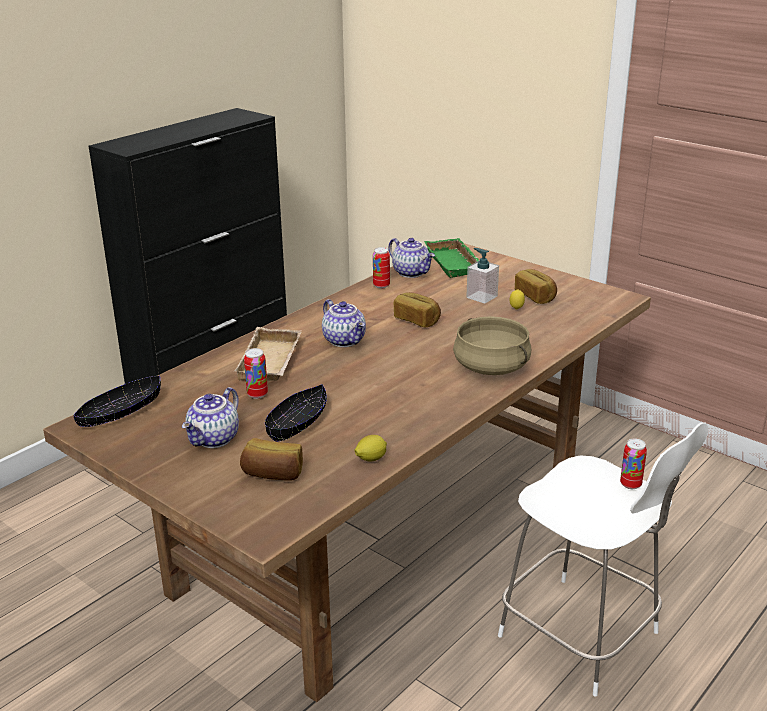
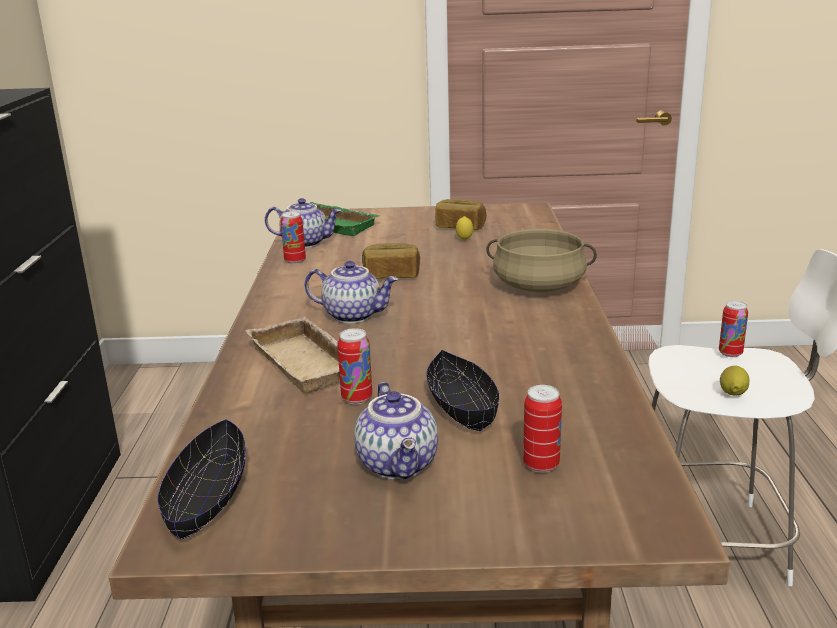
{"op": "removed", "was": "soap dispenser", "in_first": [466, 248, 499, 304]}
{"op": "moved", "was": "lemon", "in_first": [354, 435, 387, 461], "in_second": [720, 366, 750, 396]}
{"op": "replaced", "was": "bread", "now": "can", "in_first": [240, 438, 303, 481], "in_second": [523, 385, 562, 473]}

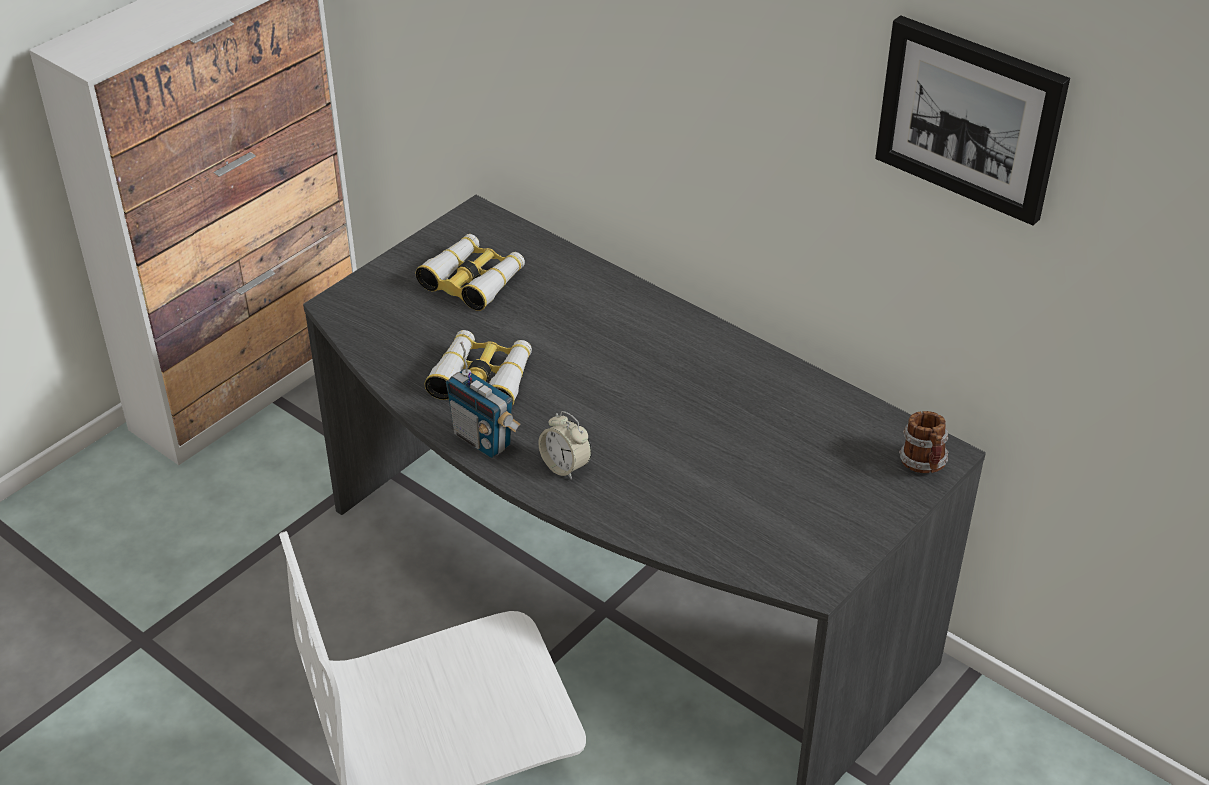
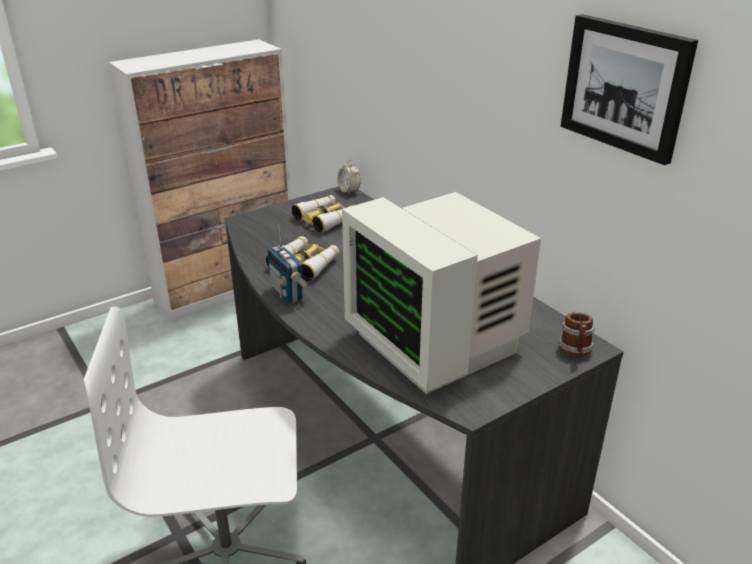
{"op": "added", "now": "monitor", "in_second": [342, 192, 541, 394]}
{"op": "moved", "was": "alarm clock", "in_first": [538, 411, 592, 480], "in_second": [338, 160, 361, 195]}

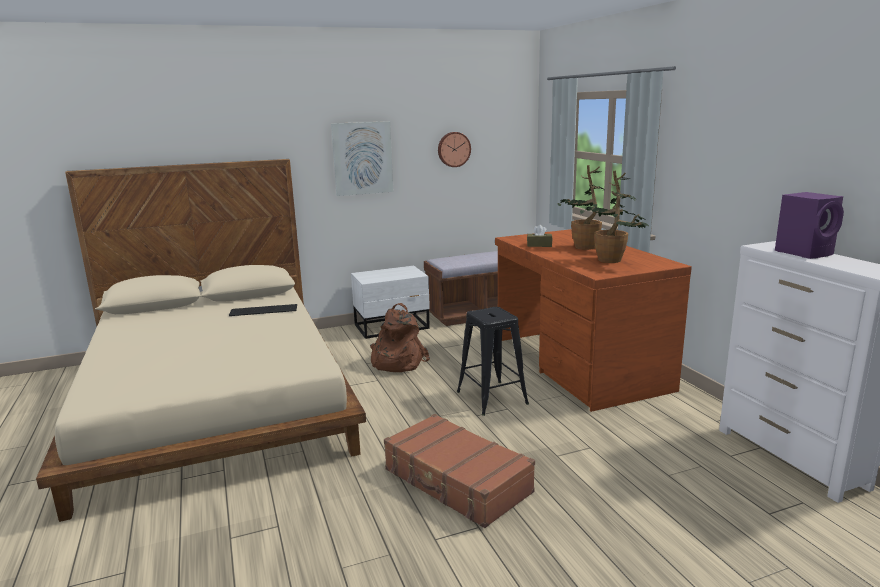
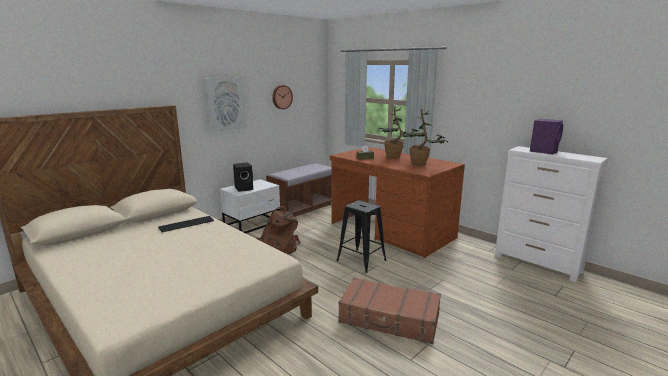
{"op": "added", "now": "speaker (black)", "in_second": [233, 162, 253, 192]}

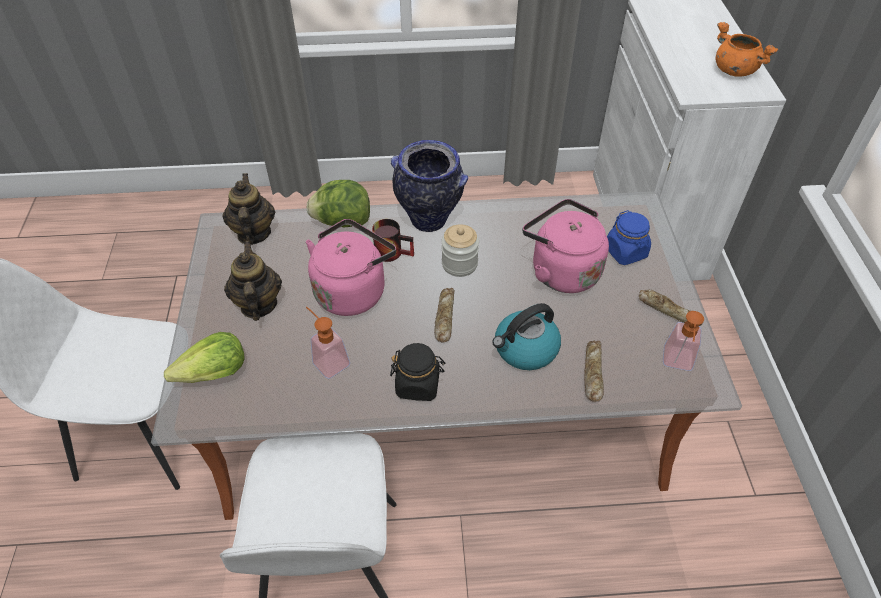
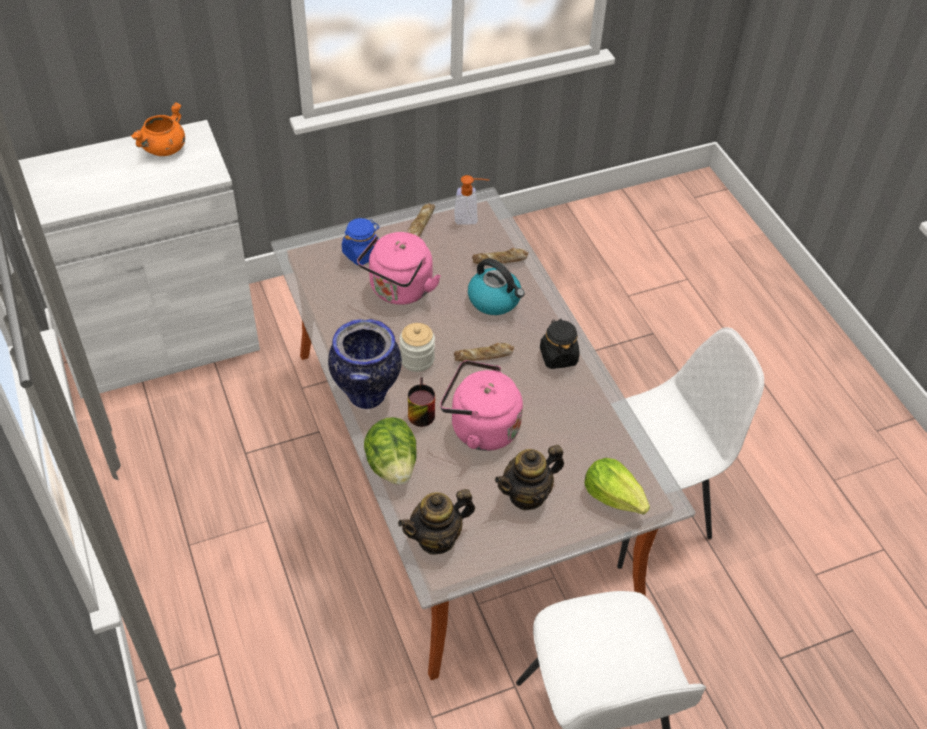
{"op": "removed", "was": "soap dispenser", "in_first": [306, 307, 350, 379]}

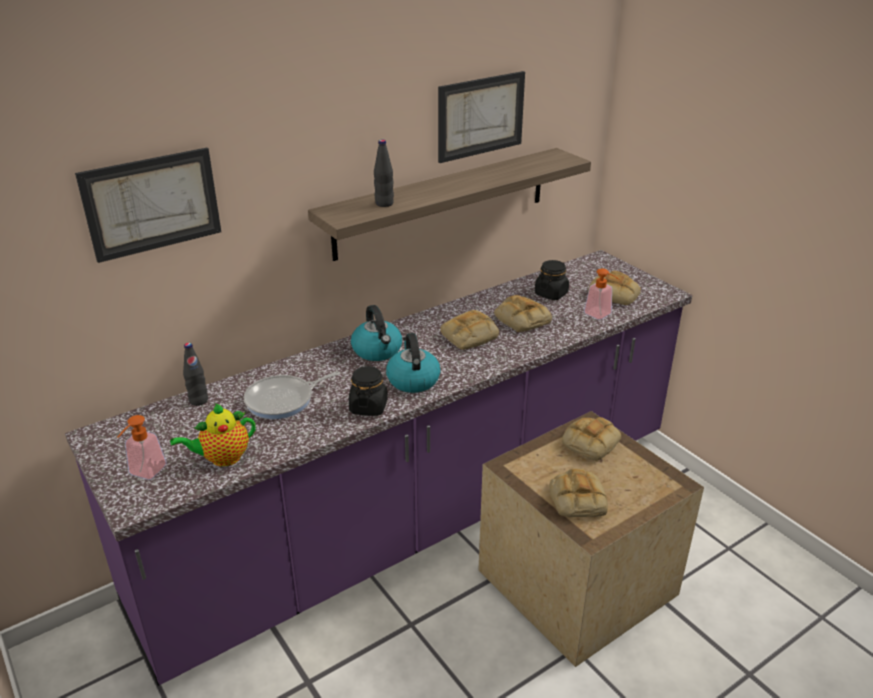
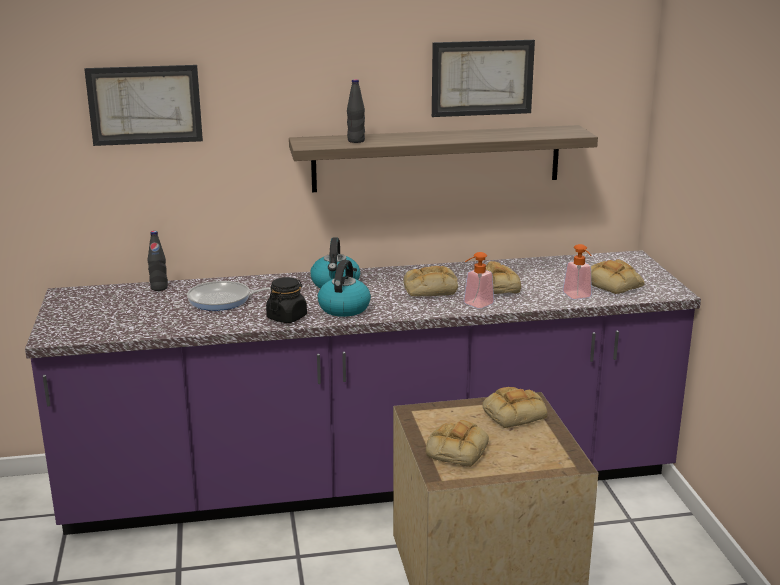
{"op": "removed", "was": "teapot", "in_first": [170, 404, 256, 467]}
{"op": "removed", "was": "jar (black)", "in_first": [535, 260, 569, 300]}
{"op": "moved", "was": "soap dispenser", "in_first": [118, 415, 167, 480], "in_second": [464, 252, 494, 309]}

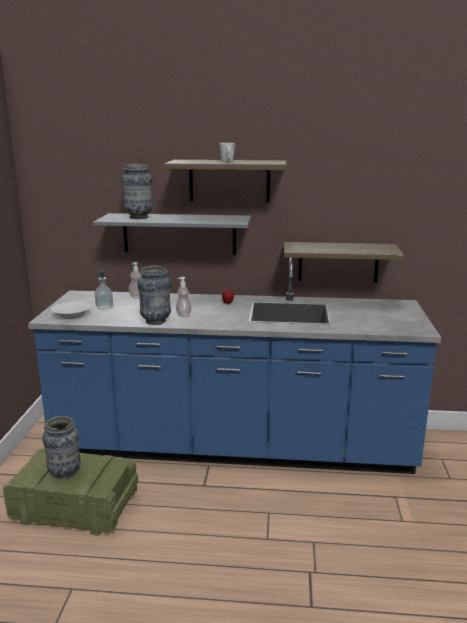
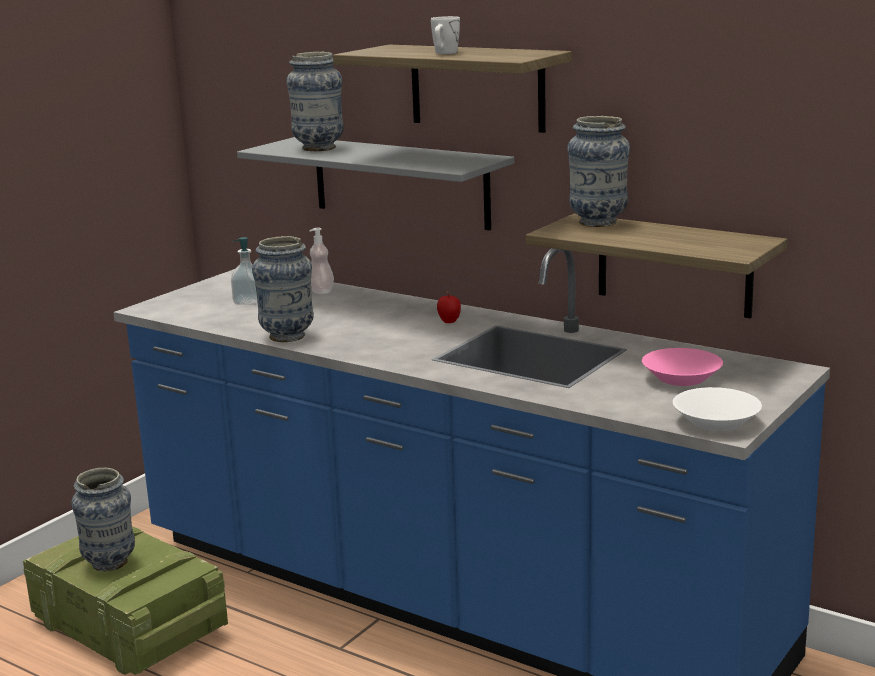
{"op": "removed", "was": "soap dispenser", "in_first": [176, 277, 191, 317]}
{"op": "added", "now": "vase", "in_second": [567, 116, 630, 227]}
{"op": "added", "now": "bowl (pink)", "in_second": [642, 348, 723, 386]}
{"op": "moved", "was": "bowl (white)", "in_first": [51, 302, 91, 319], "in_second": [673, 387, 762, 431]}

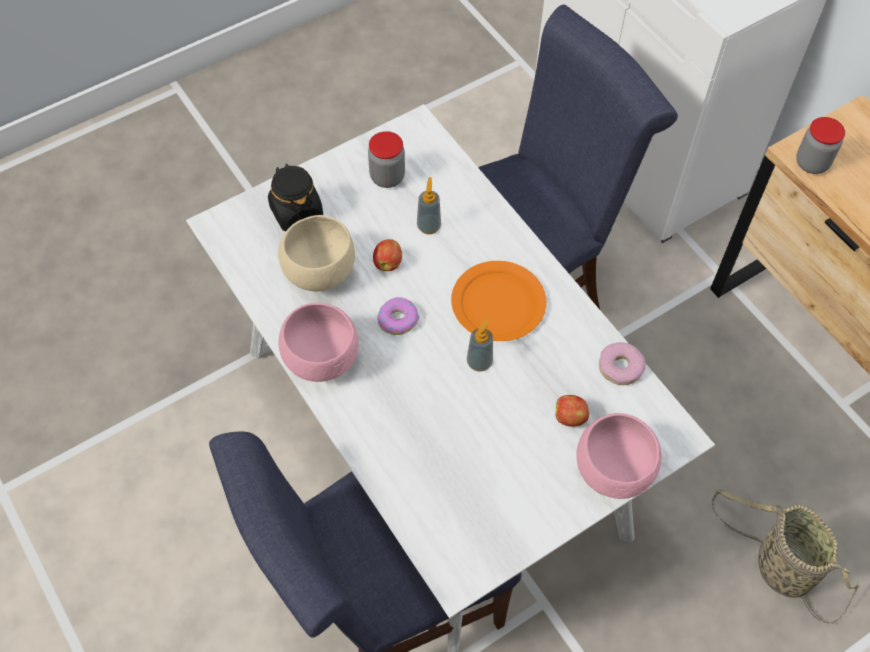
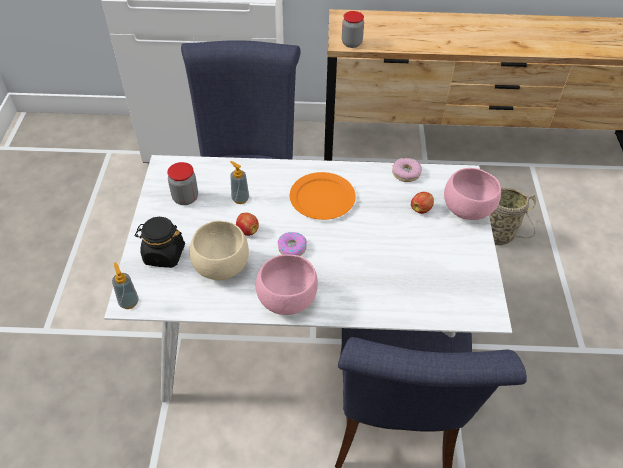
{"op": "moved", "was": "soap dispenser", "in_first": [467, 317, 493, 372], "in_second": [112, 262, 139, 309]}

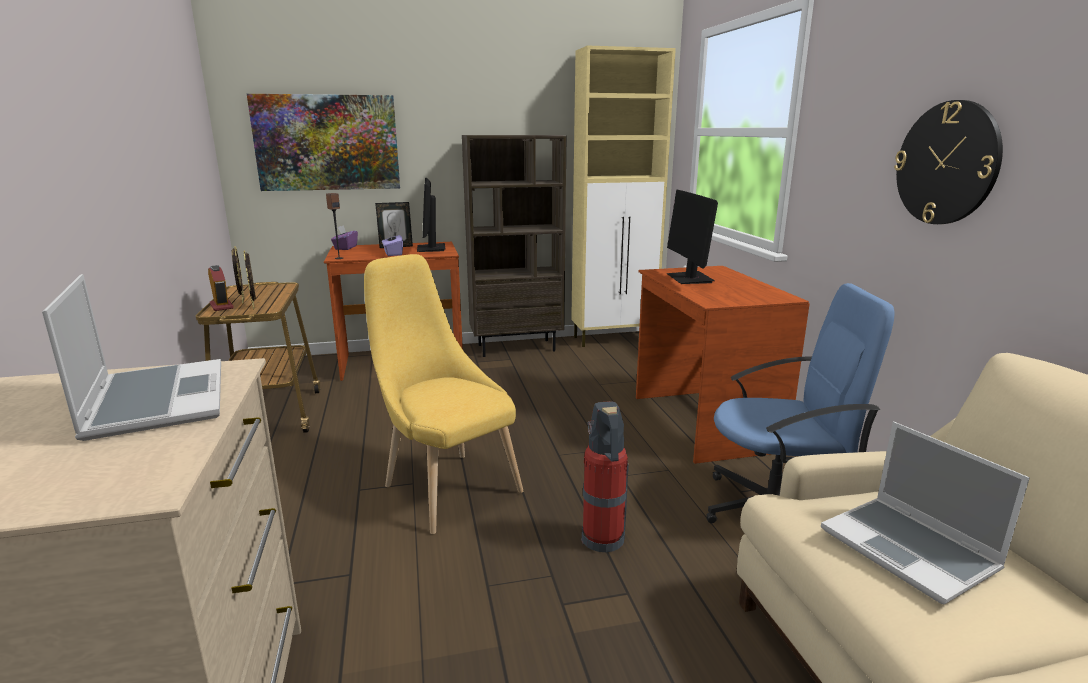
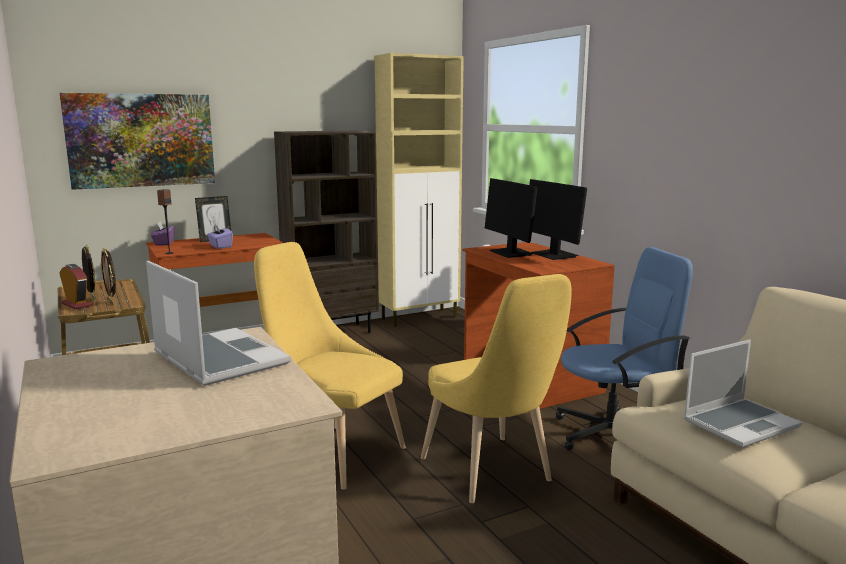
{"op": "removed", "was": "wall clock", "in_first": [894, 100, 1003, 224]}
{"op": "moved", "was": "monitor", "in_first": [417, 178, 445, 252], "in_second": [529, 179, 587, 260]}
{"op": "replaced", "was": "fire extinguisher", "now": "chair (yellow)", "in_first": [581, 401, 629, 552], "in_second": [421, 274, 572, 503]}
{"op": "turned", "was": "laptop", "in_first": [821, 421, 1030, 605], "in_second": [684, 339, 802, 448], "clockwise": -75}

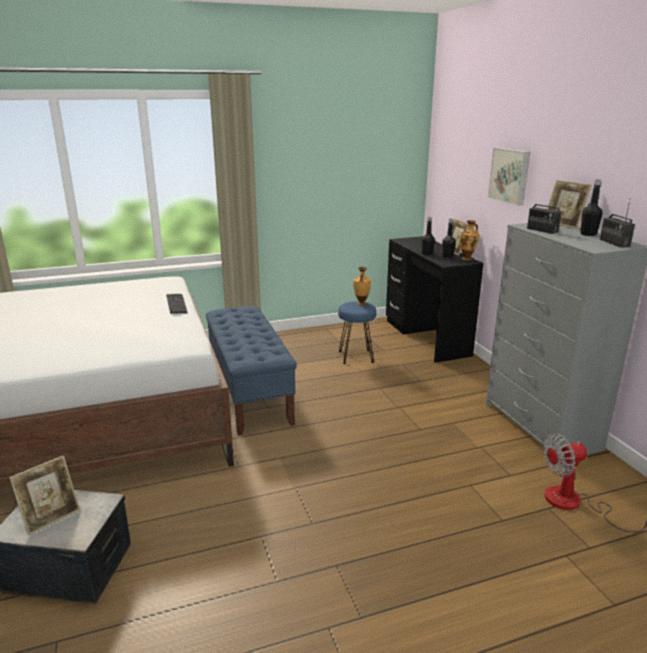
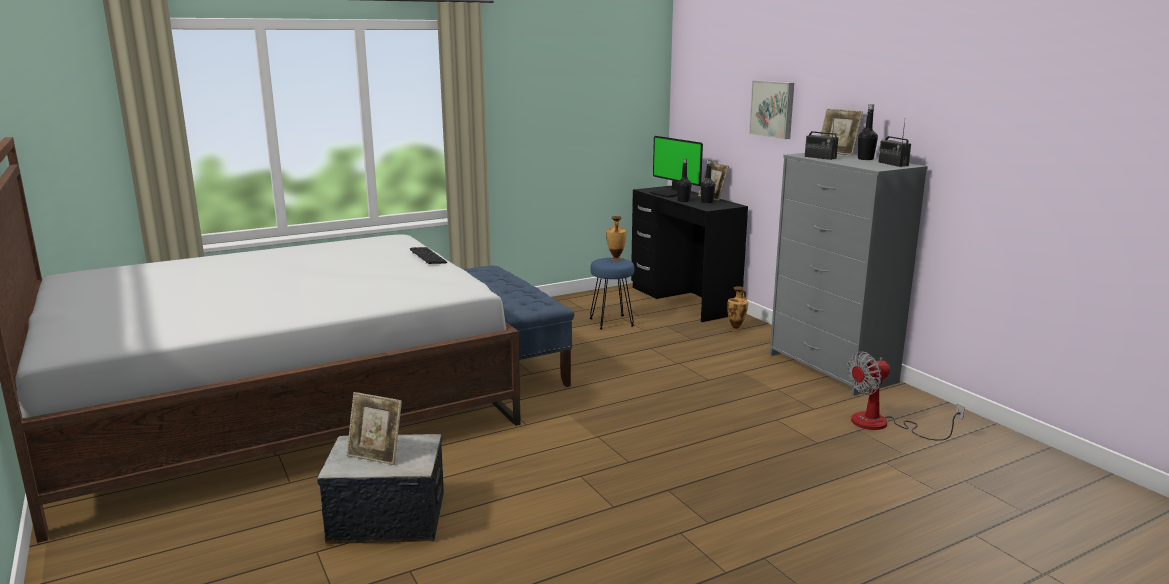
{"op": "added", "now": "monitor", "in_second": [650, 136, 703, 198]}
{"op": "moved", "was": "vase", "in_first": [460, 220, 479, 260], "in_second": [727, 286, 748, 332]}
{"op": "turned", "was": "picture frame", "in_first": [9, 455, 80, 535], "in_second": [347, 392, 402, 465], "clockwise": 75}

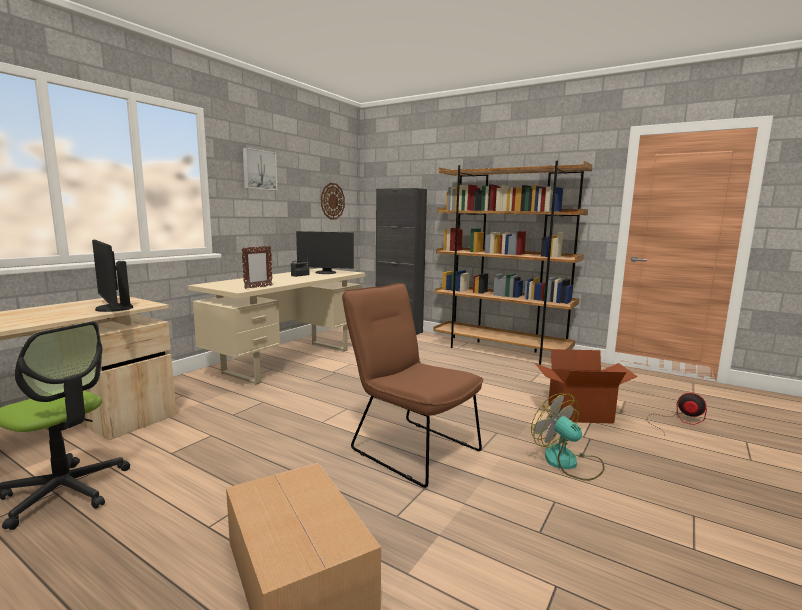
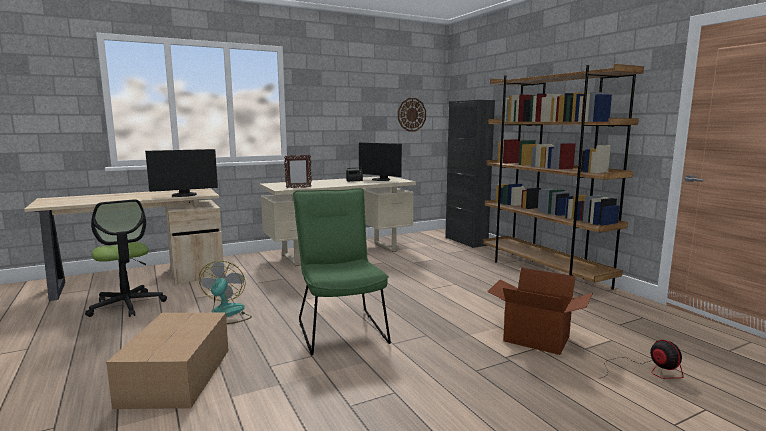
{"op": "removed", "was": "picture", "in_first": [243, 148, 277, 191]}
{"op": "moved", "was": "fan", "in_first": [531, 393, 605, 481], "in_second": [199, 261, 252, 324]}
{"op": "recoloured", "was": "chair (brown)", "now": "chair (green)", "in_first": [342, 283, 483, 488], "in_second": [293, 188, 391, 356]}
{"op": "turned", "was": "monitor", "in_first": [92, 239, 133, 312], "in_second": [145, 149, 218, 197], "clockwise": -105}

